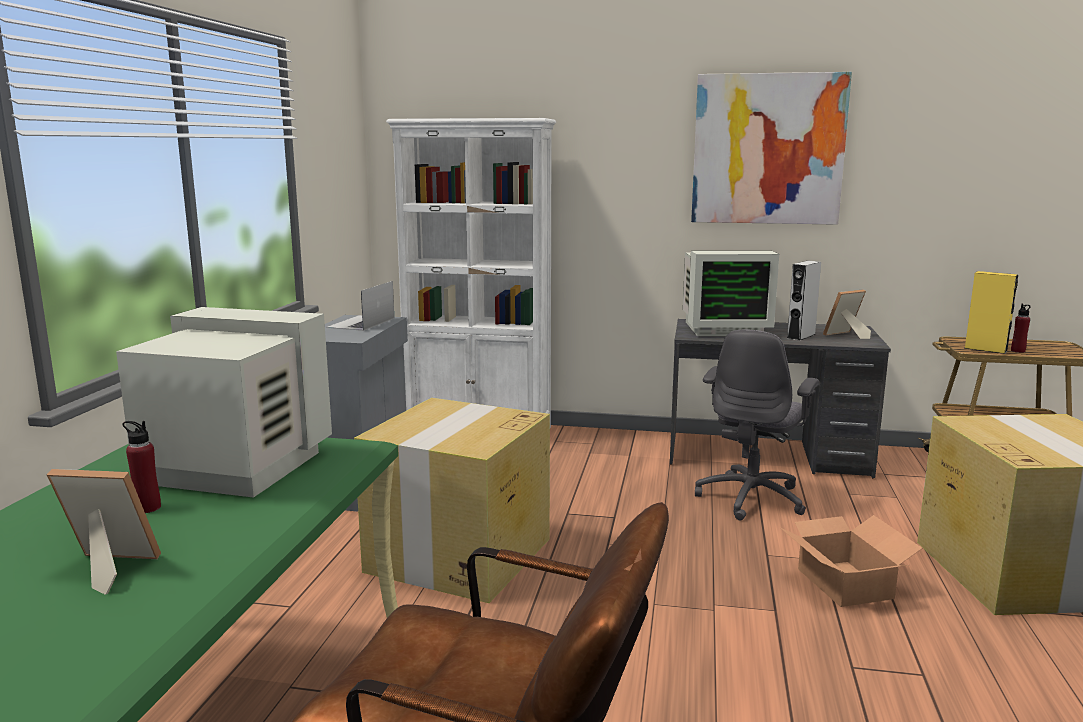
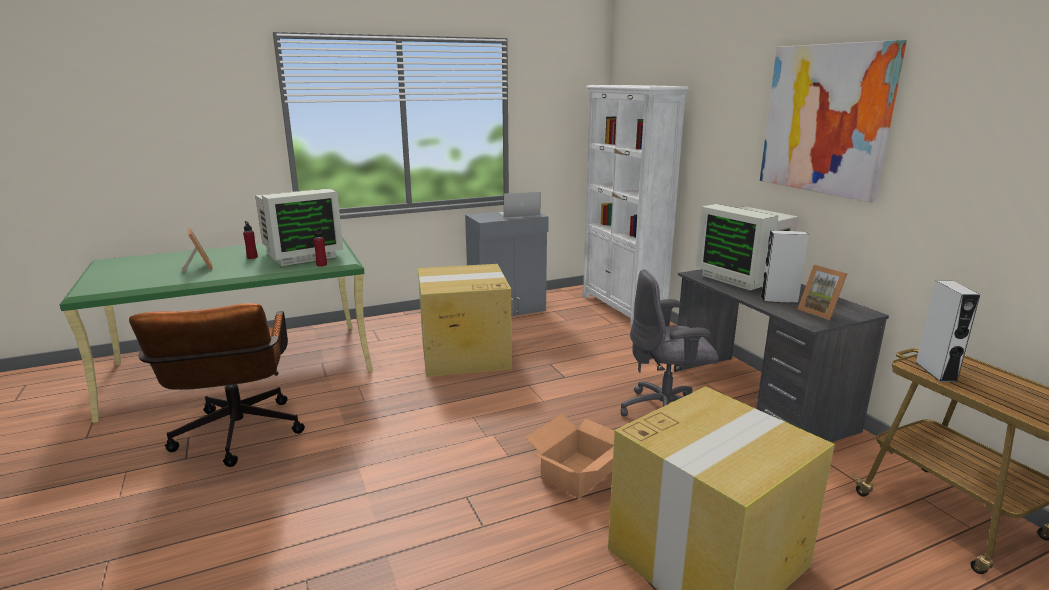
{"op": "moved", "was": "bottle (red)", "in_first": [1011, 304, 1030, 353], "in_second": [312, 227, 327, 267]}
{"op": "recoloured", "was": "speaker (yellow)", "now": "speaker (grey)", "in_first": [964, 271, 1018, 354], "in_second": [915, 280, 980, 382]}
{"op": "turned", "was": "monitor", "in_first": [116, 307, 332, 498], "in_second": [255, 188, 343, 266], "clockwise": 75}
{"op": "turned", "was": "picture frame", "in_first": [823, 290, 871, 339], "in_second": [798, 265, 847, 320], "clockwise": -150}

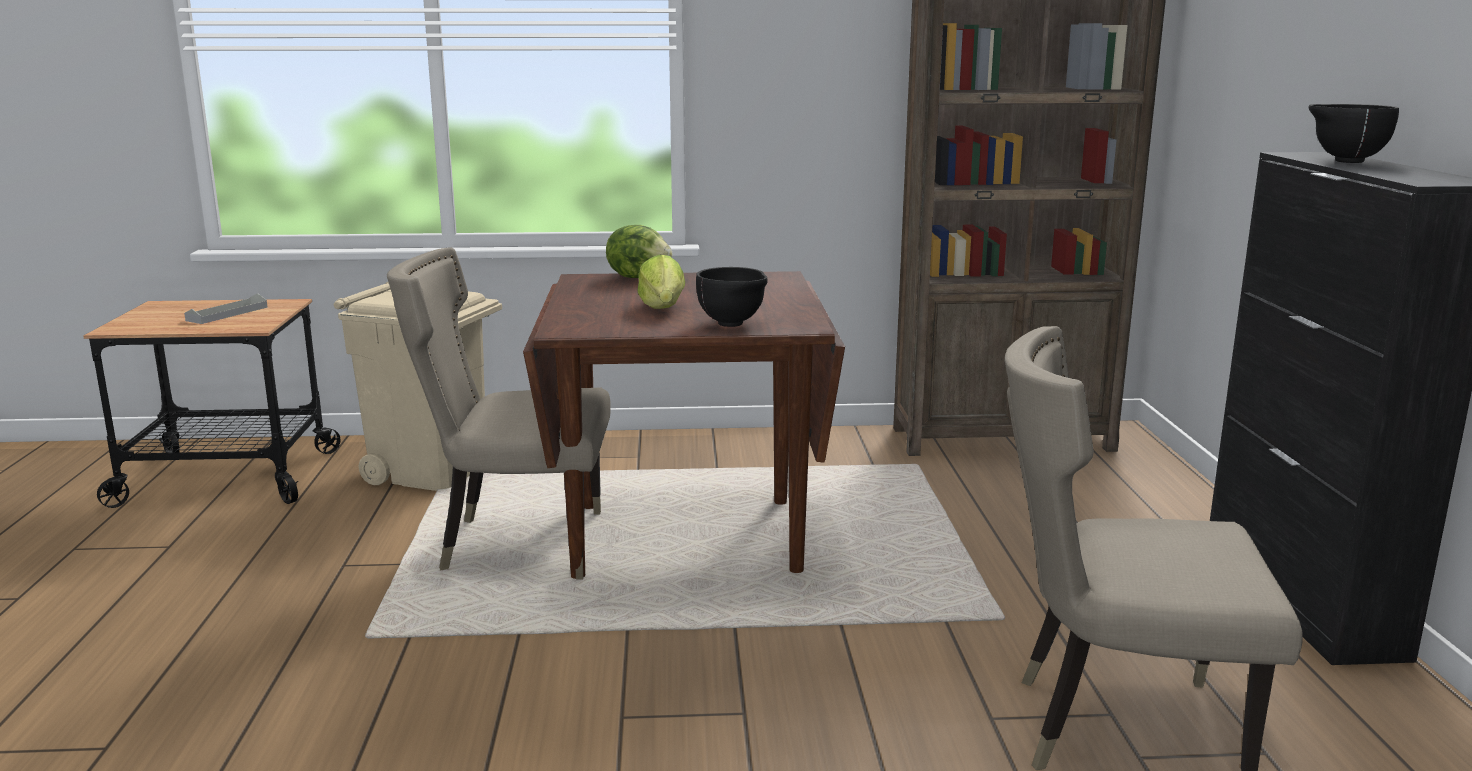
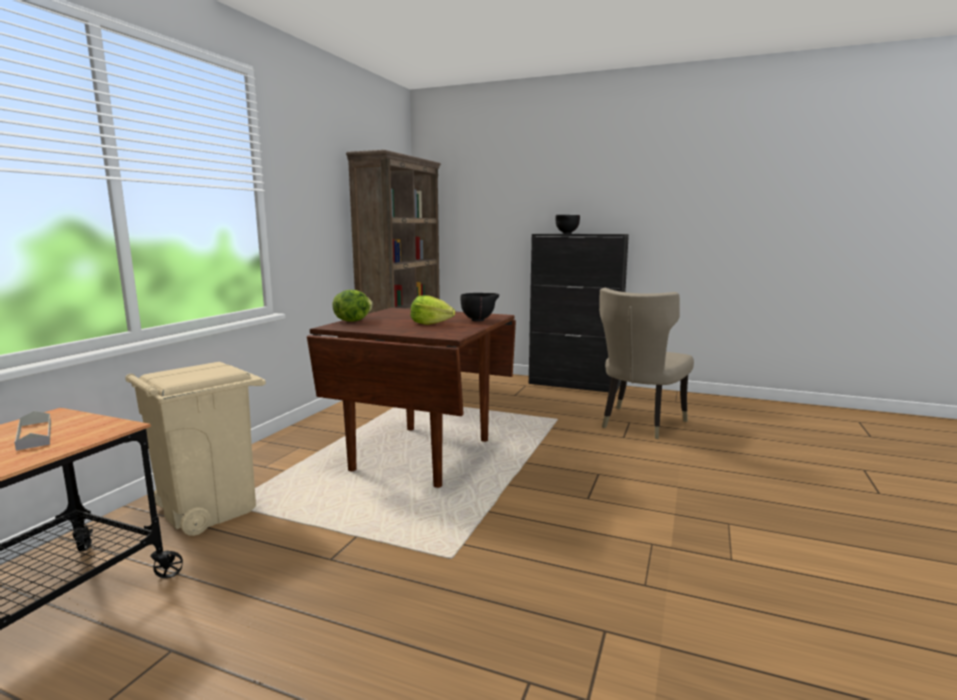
{"op": "removed", "was": "chair (beige)", "in_first": [387, 247, 611, 579]}

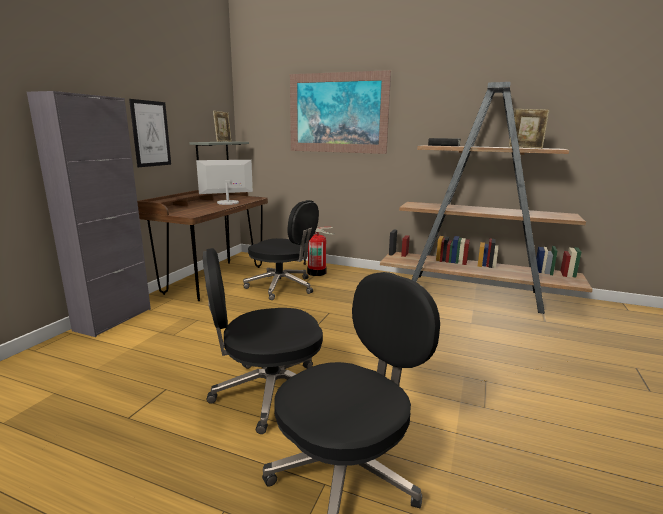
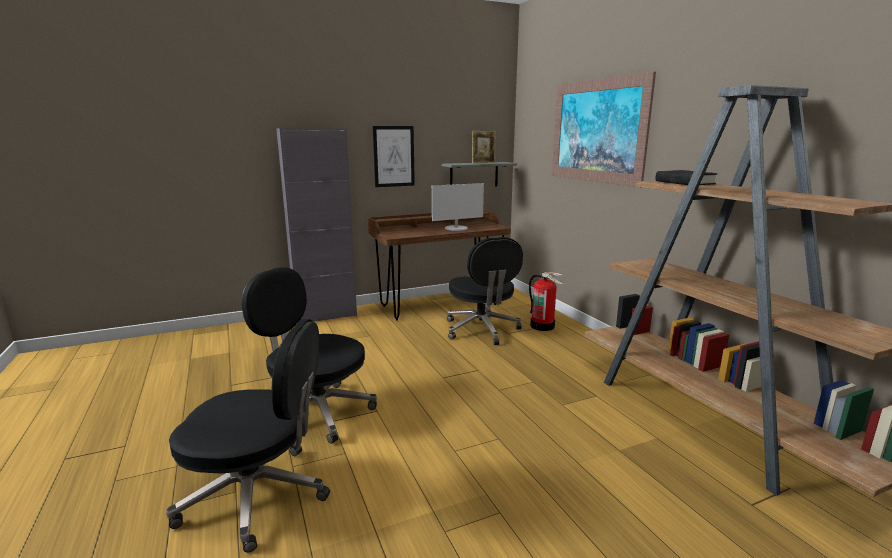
{"op": "removed", "was": "picture frame", "in_first": [509, 109, 549, 149]}
{"op": "turned", "was": "monitor", "in_first": [196, 160, 253, 205], "in_second": [432, 183, 484, 231], "clockwise": 135}

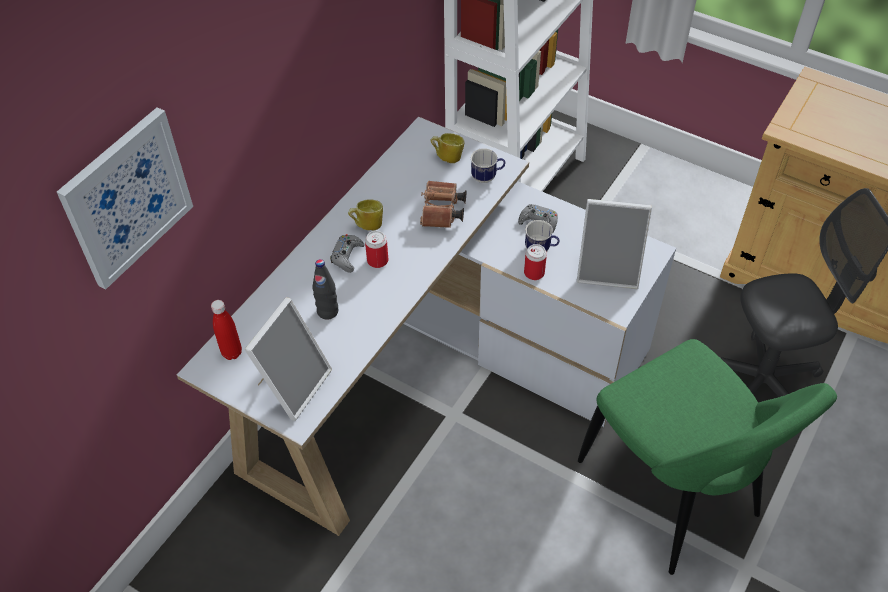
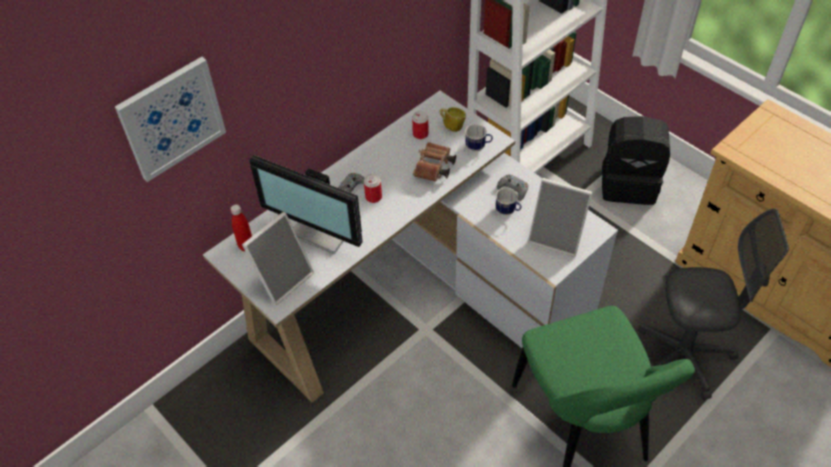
{"op": "removed", "was": "mug", "in_first": [348, 200, 383, 231]}
{"op": "added", "now": "backpack (black)", "in_second": [602, 116, 670, 205]}
{"op": "moved", "was": "can", "in_first": [524, 244, 547, 280], "in_second": [412, 111, 429, 139]}
{"op": "replaced", "was": "bottle (black)", "now": "monitor", "in_first": [312, 259, 338, 320], "in_second": [249, 155, 363, 254]}

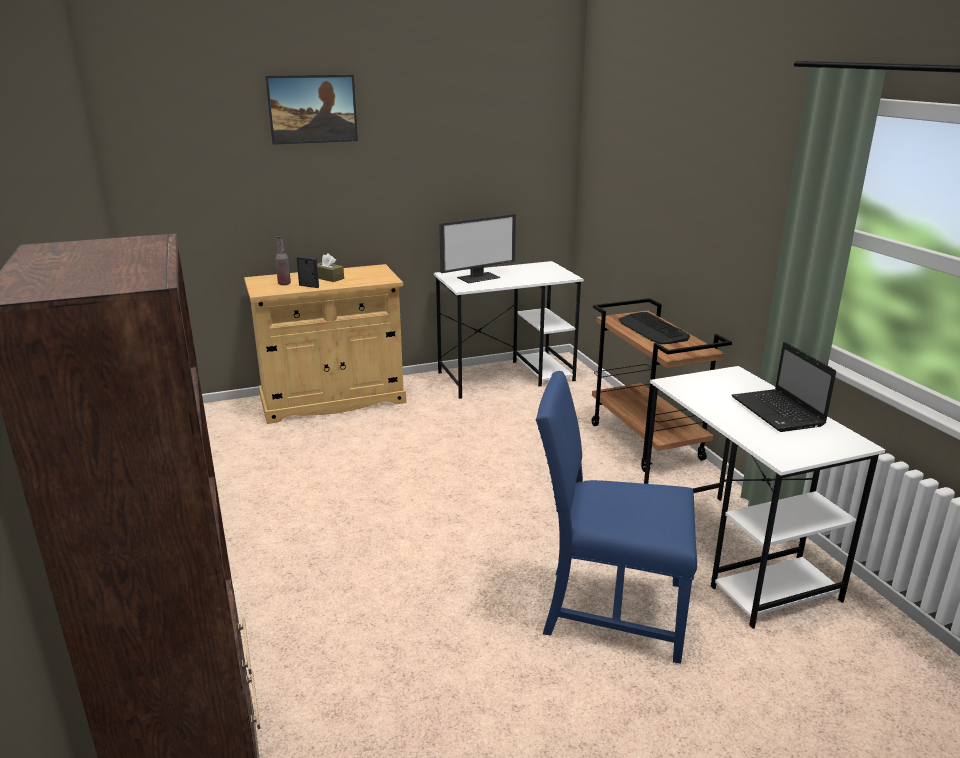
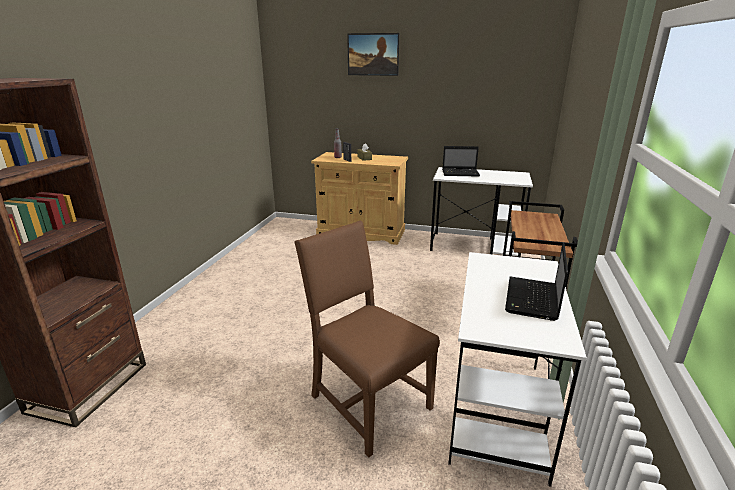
{"op": "removed", "was": "keyboard", "in_first": [618, 312, 690, 344]}
{"op": "replaced", "was": "monitor", "now": "laptop", "in_first": [439, 214, 516, 283], "in_second": [442, 146, 480, 176]}
{"op": "recoloured", "was": "chair (blue)", "now": "chair (brown)", "in_first": [536, 371, 697, 663], "in_second": [294, 221, 440, 458]}

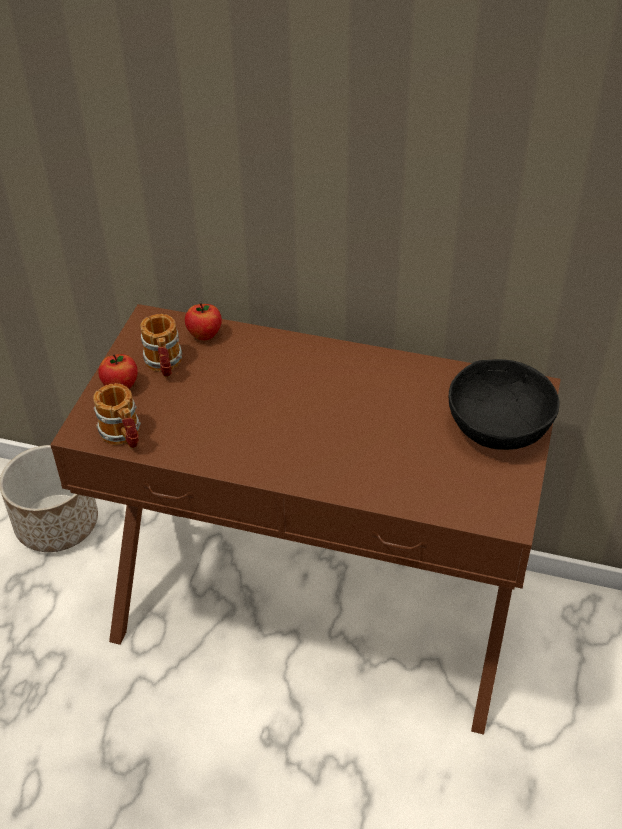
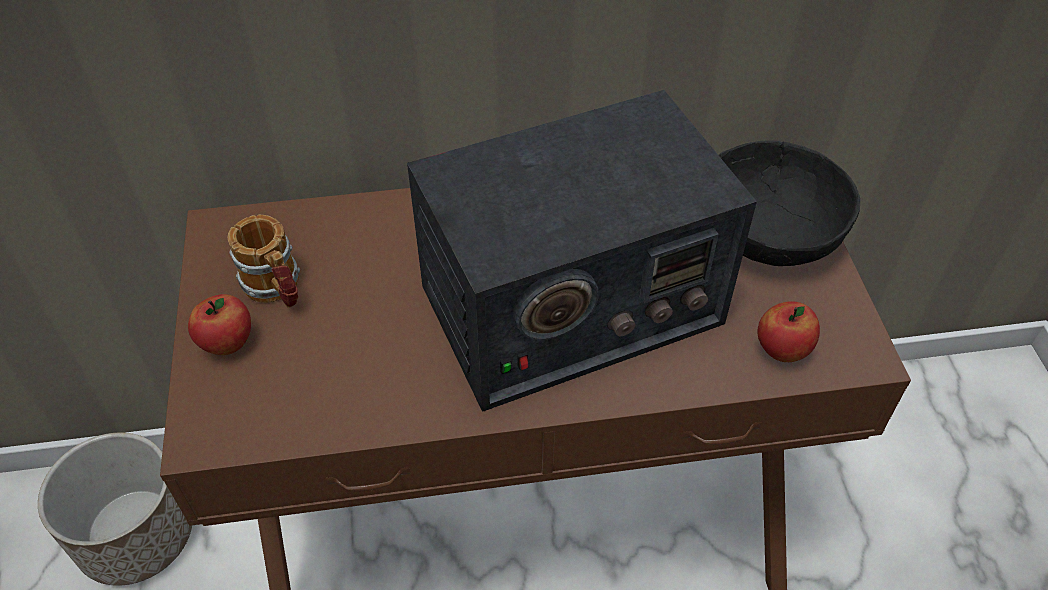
{"op": "removed", "was": "mug", "in_first": [93, 383, 141, 449]}
{"op": "added", "now": "radio", "in_second": [407, 90, 757, 412]}
{"op": "moved", "was": "apple", "in_first": [185, 303, 222, 340], "in_second": [758, 301, 820, 362]}

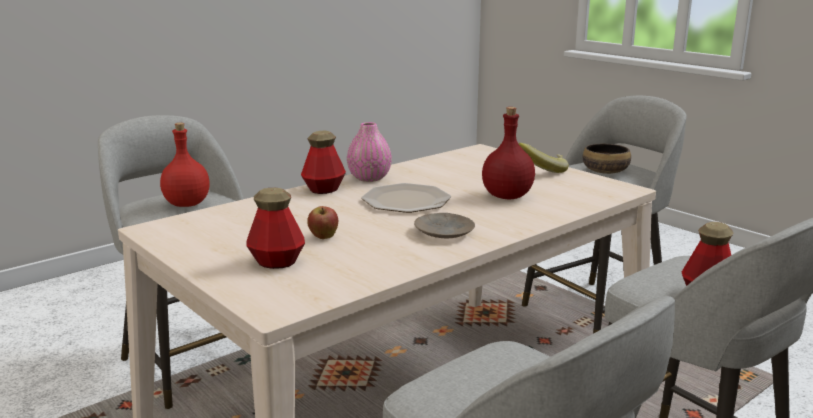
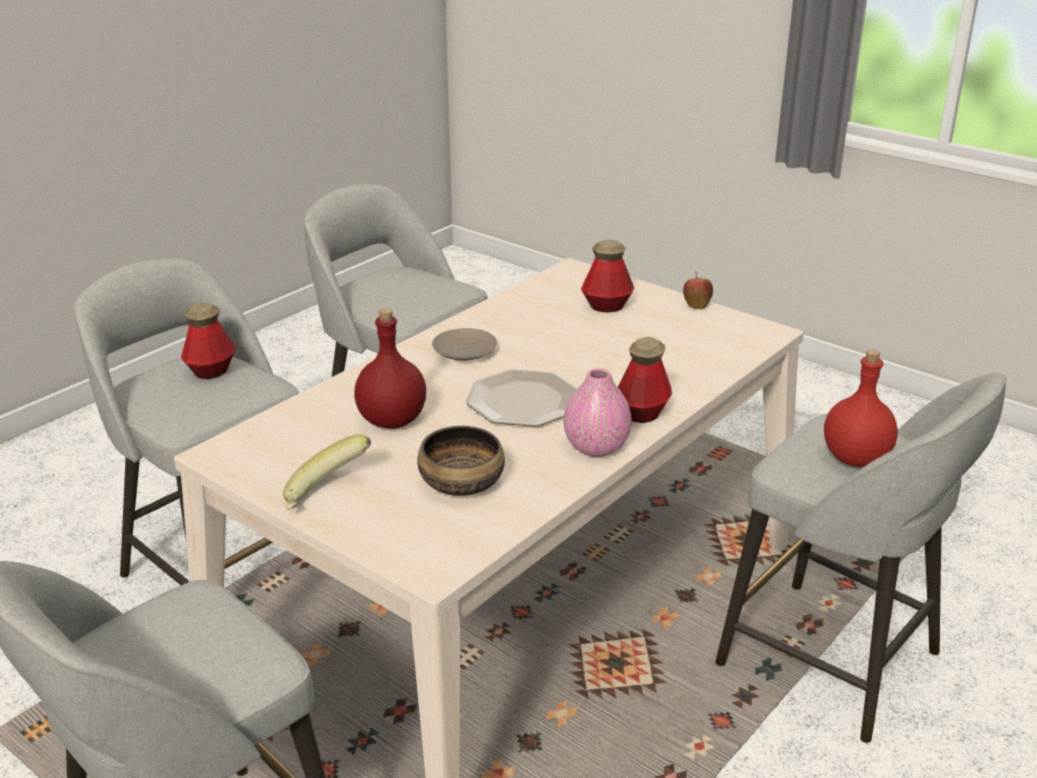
{"op": "moved", "was": "apple", "in_first": [307, 206, 338, 239], "in_second": [683, 271, 713, 309]}
{"op": "moved", "was": "bowl", "in_first": [582, 144, 631, 174], "in_second": [417, 426, 505, 496]}

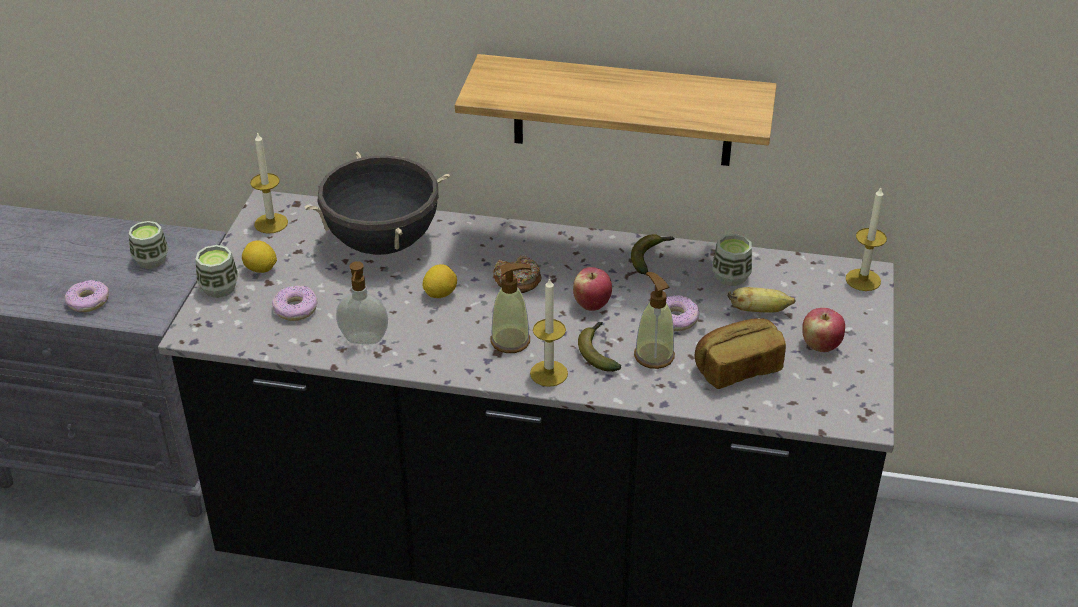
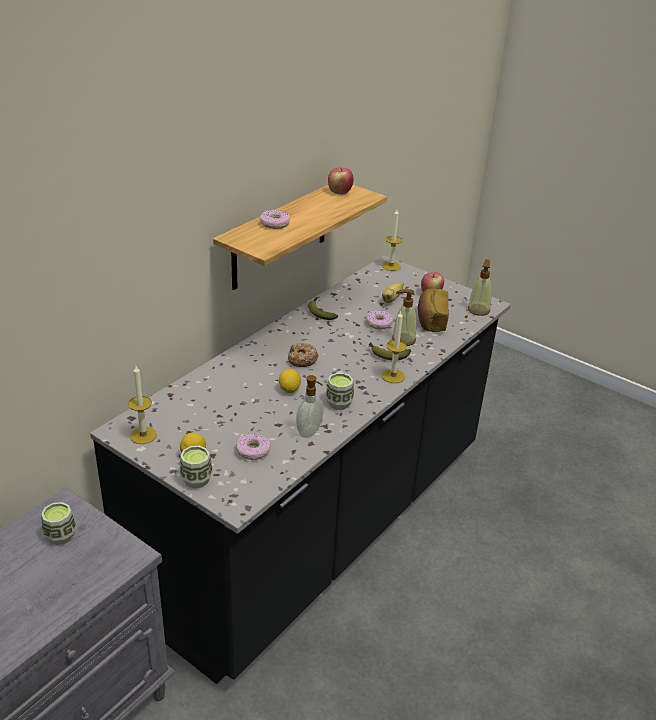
{"op": "removed", "was": "cooking pot (black)", "in_first": [304, 152, 450, 255]}
{"op": "moved", "was": "donut", "in_first": [65, 280, 109, 312], "in_second": [260, 209, 290, 229]}
{"op": "moved", "was": "soap dispenser", "in_first": [490, 263, 531, 353], "in_second": [468, 259, 492, 316]}
{"op": "moved", "was": "apple", "in_first": [573, 267, 612, 311], "in_second": [328, 168, 353, 194]}
{"op": "moved", "was": "cup", "in_first": [713, 234, 752, 286], "in_second": [325, 373, 354, 410]}

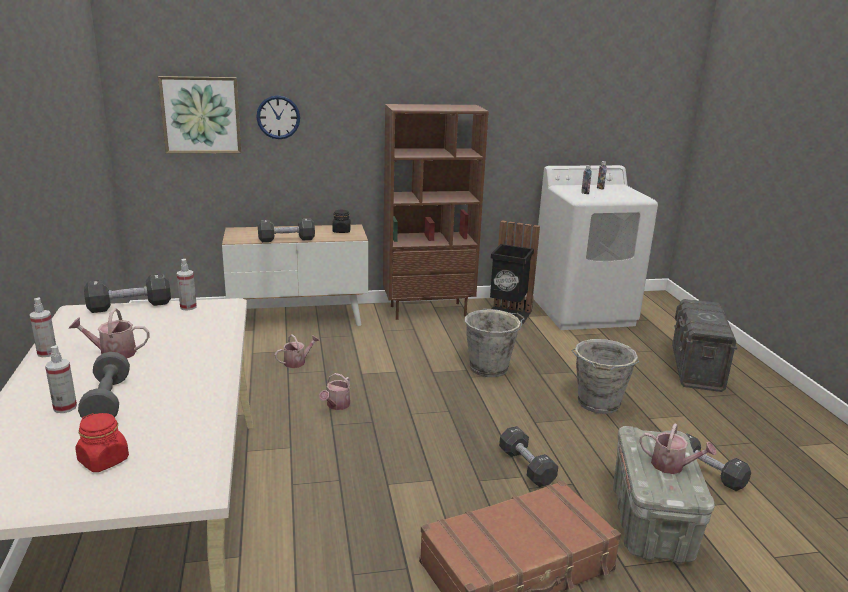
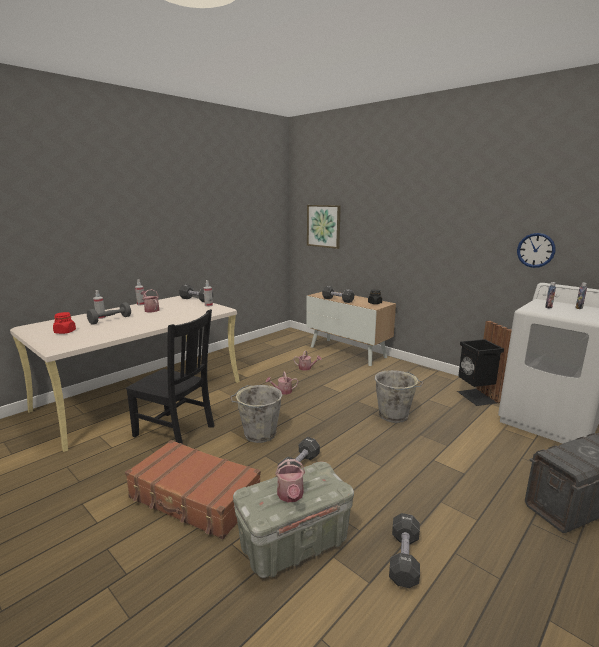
{"op": "removed", "was": "bookcase (brown)", "in_first": [383, 104, 489, 320]}
{"op": "added", "now": "chair (black)", "in_second": [126, 309, 215, 444]}
{"op": "moved", "was": "wall clock", "in_first": [256, 95, 300, 139], "in_second": [517, 233, 555, 268]}
{"op": "moved", "was": "bucket (grey)", "in_first": [571, 339, 639, 414], "in_second": [230, 385, 283, 443]}

